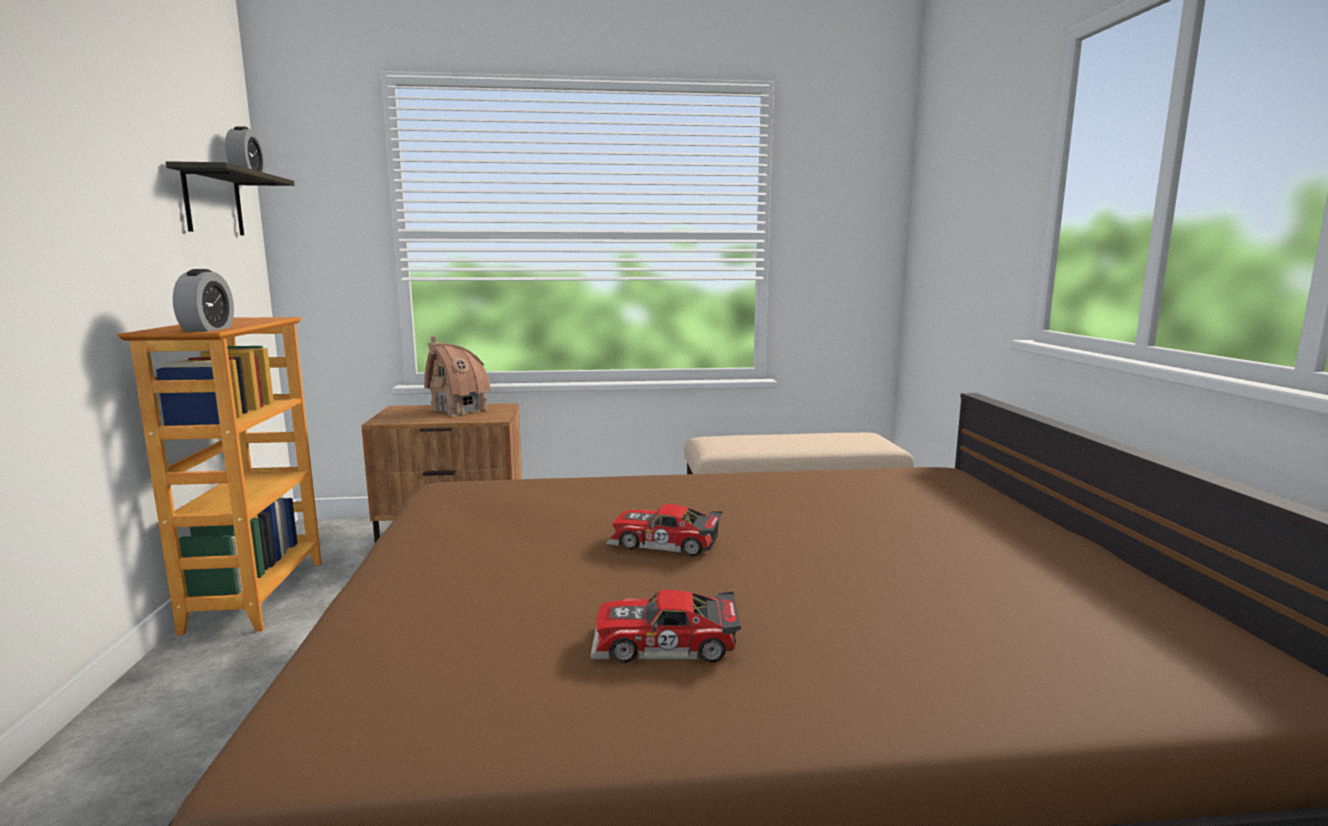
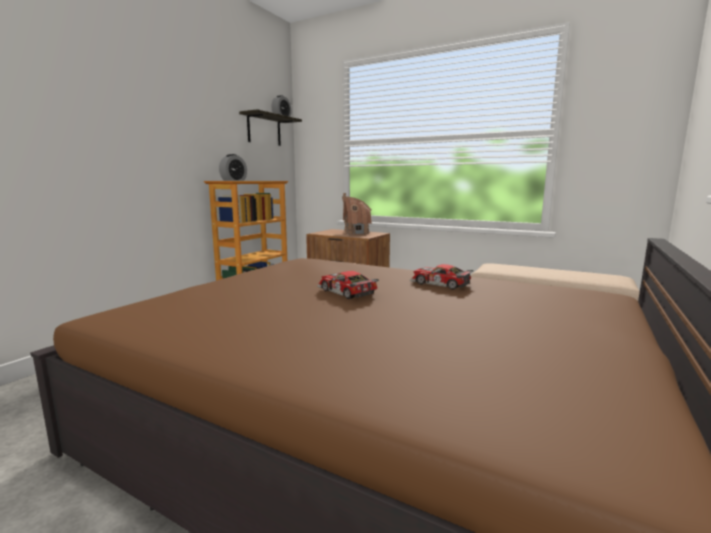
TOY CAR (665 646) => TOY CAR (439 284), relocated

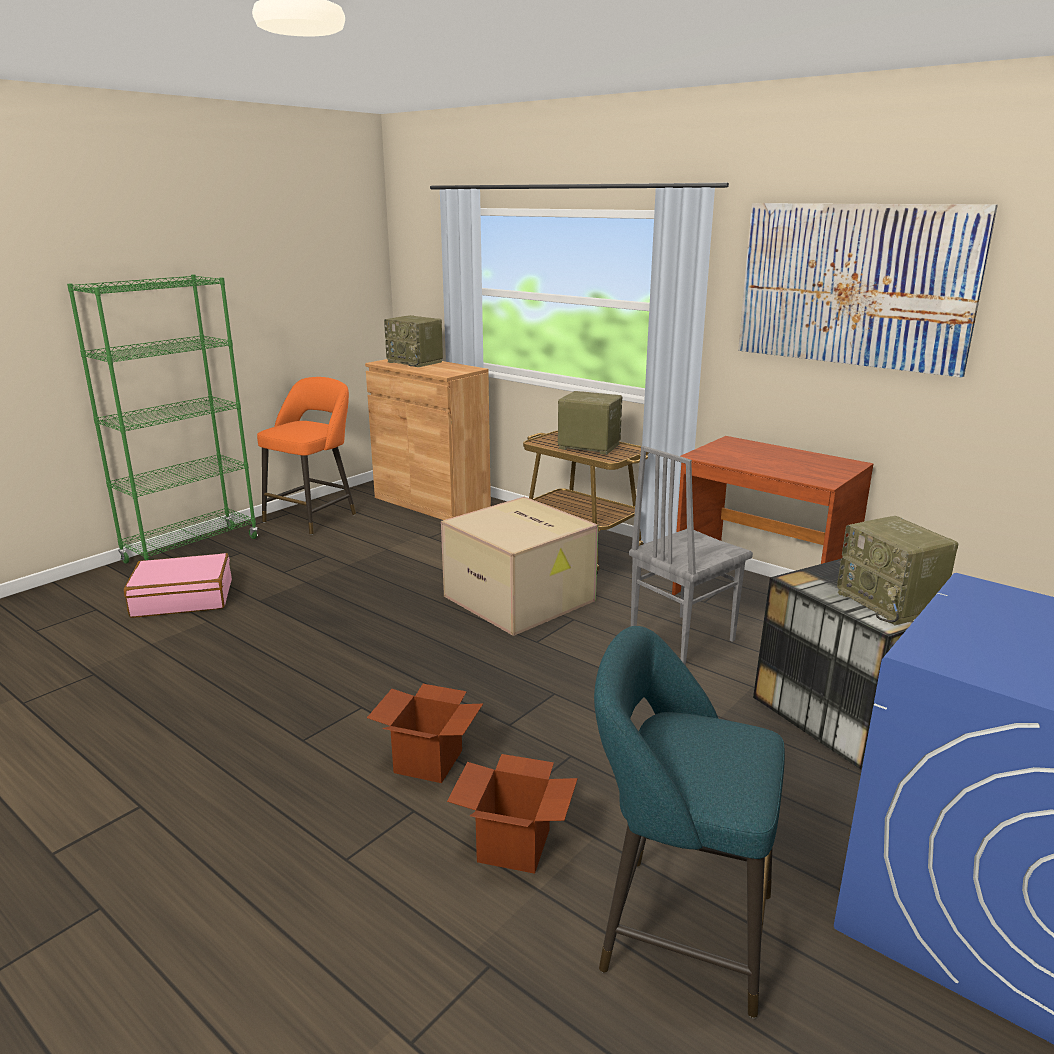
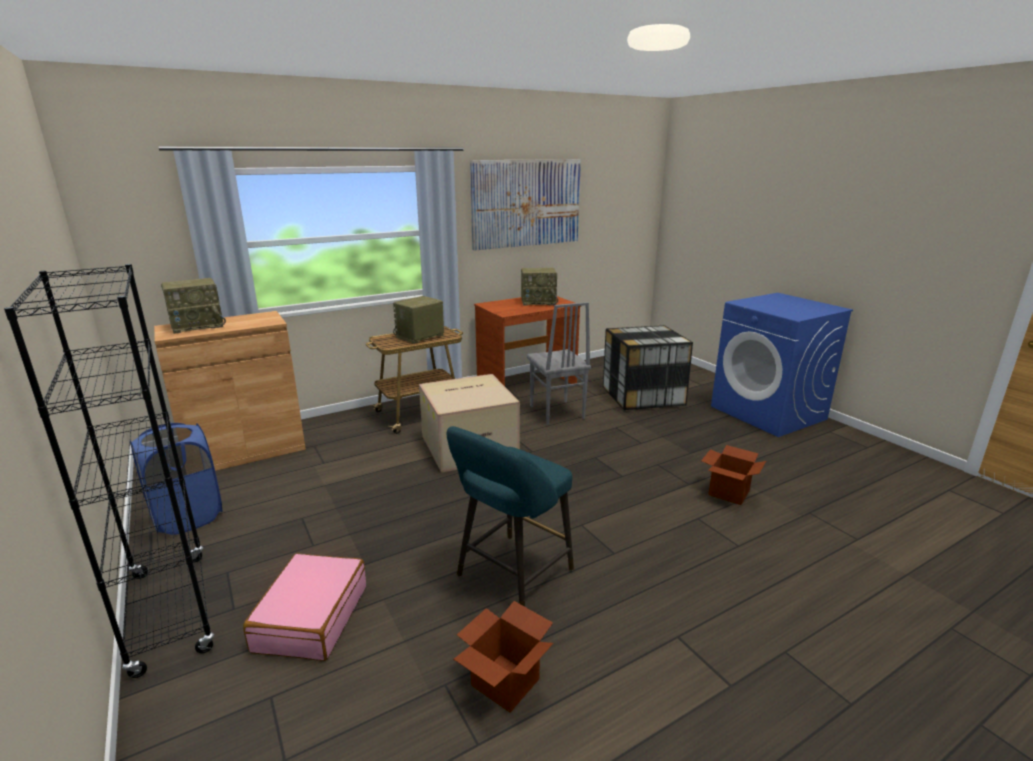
GREEN BOOKCASE (192 550) => BLACK BOOKCASE (170 611)
ORANGE STOOL (313 517) => BLUE LAUNDRY BASKET (187 517)
CARDBOARD BOX (428 762) => CARDBOARD BOX (505 682), relocated
TURQUOISE STOOL (676 929) => TURQUOISE STOOL (511 576), relocated
RADIO (890 603) => RADIO (539 302), relocated

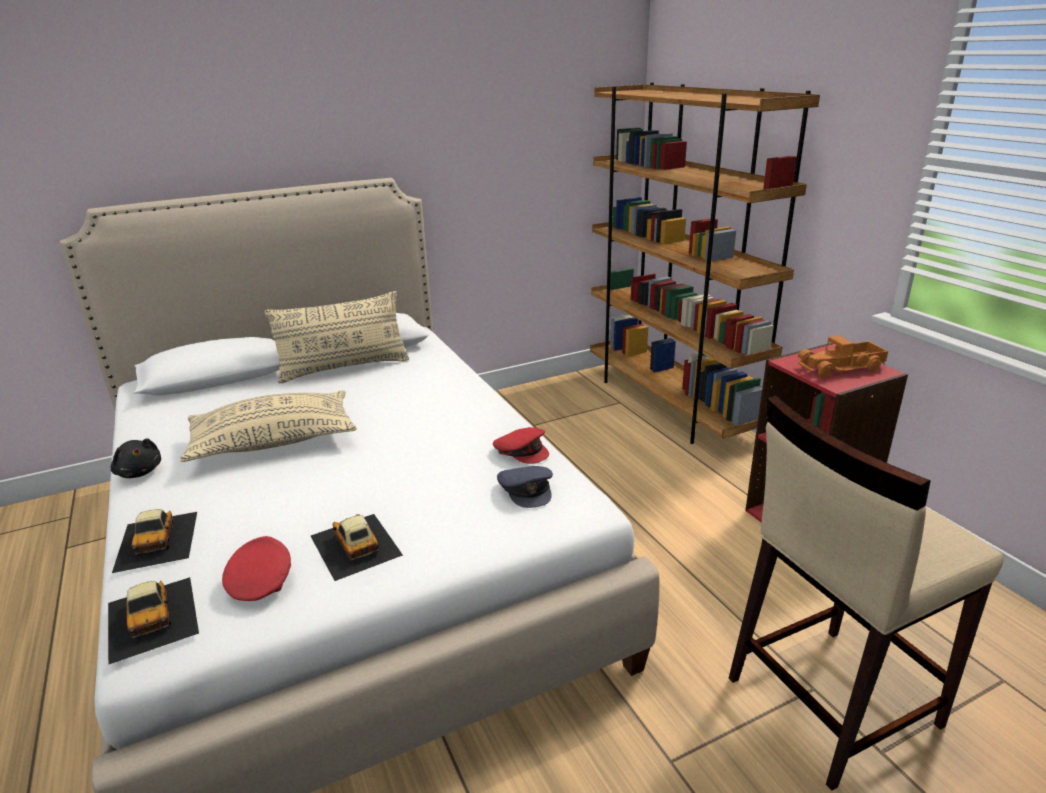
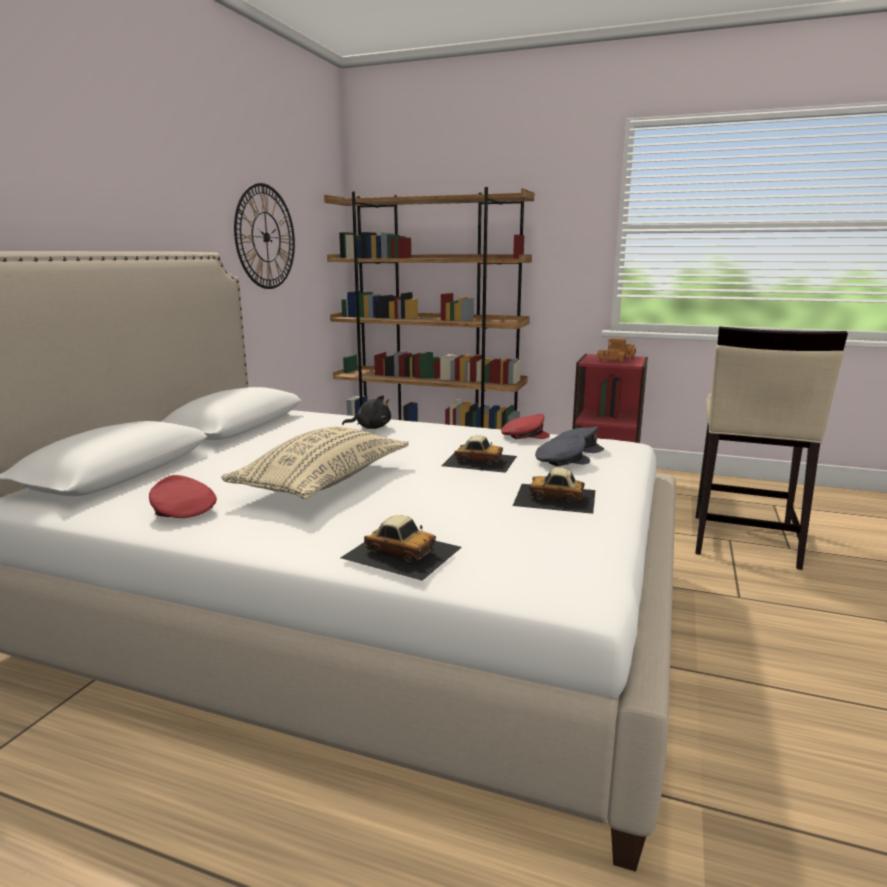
TOY CAR (153 617) => TOY CAR (479 460), relocated
BLACK PLUSH TOY (139 472) => BLACK PLUSH TOY (371 427), relocated
RED CAP (260 581) => RED CAP (183 512), relocated
BEIGE PILLOW (344 368) => nothing
nothing => WALL CLOCK (266 237)
nothing => GREY CAP (561 461)

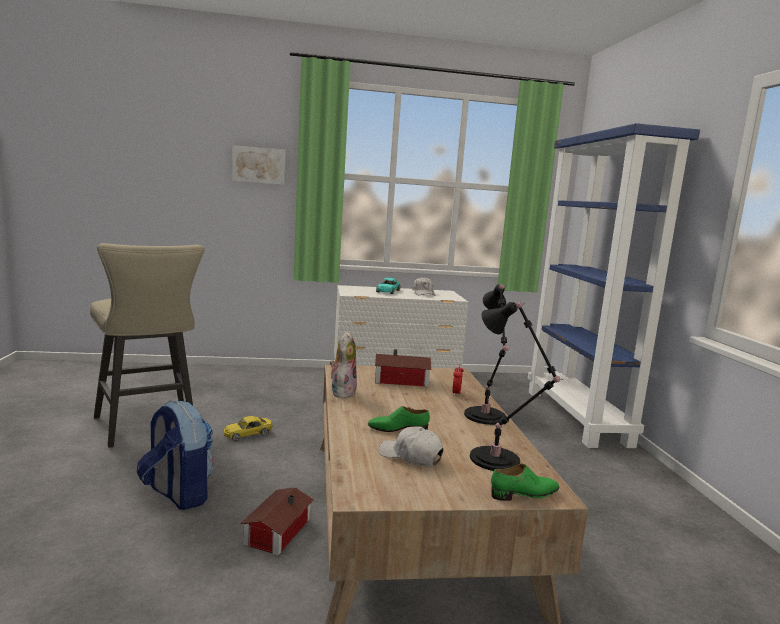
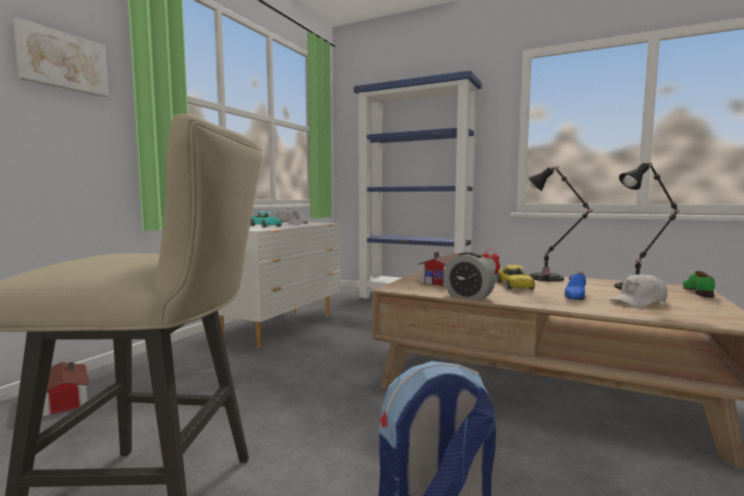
YELLOW TOY CAR (248 434) => YELLOW TOY CAR (514 285), relocated
TOY HOUSE (275 532) => TOY HOUSE (62 400), relocated
PLUSH TOY (342 392) => ALARM CLOCK (468 296)
GREEN SHOE (398 429) => BLUE SHOE (575 296)

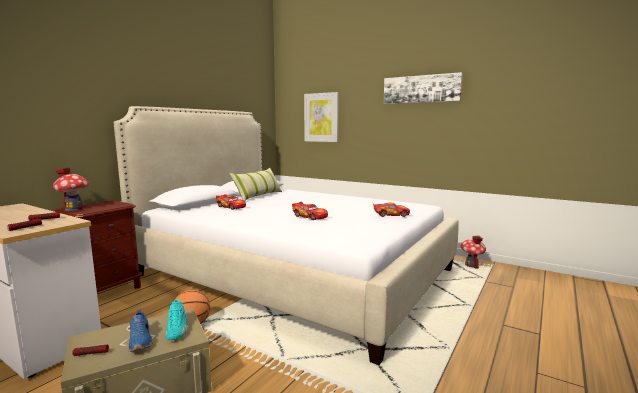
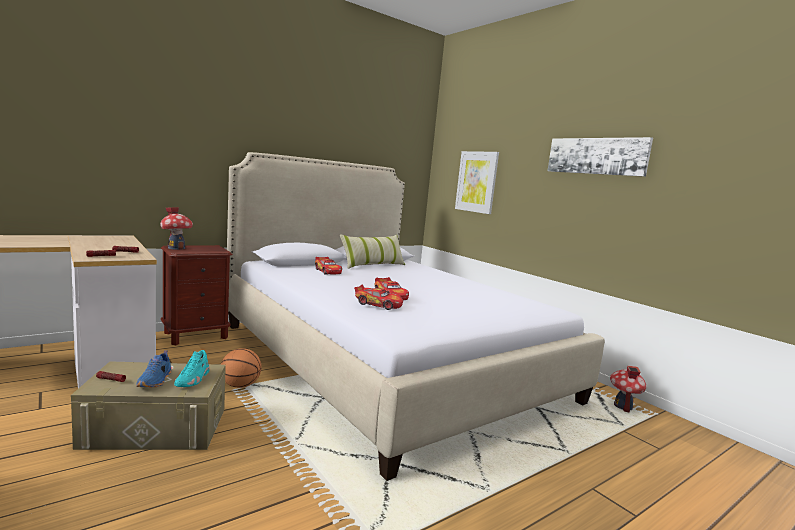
TOY CAR (390 214) => TOY CAR (378 304), relocated

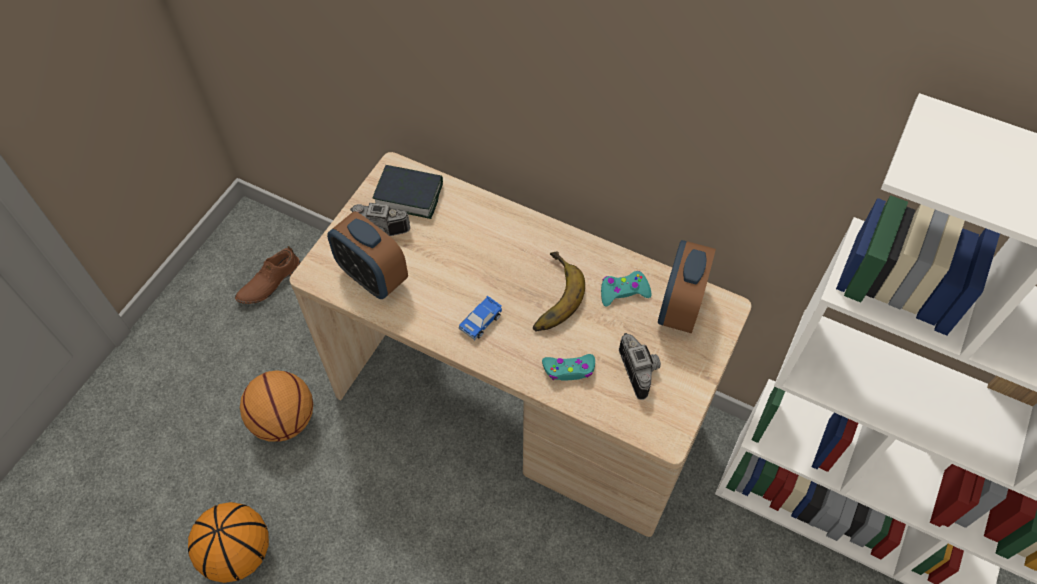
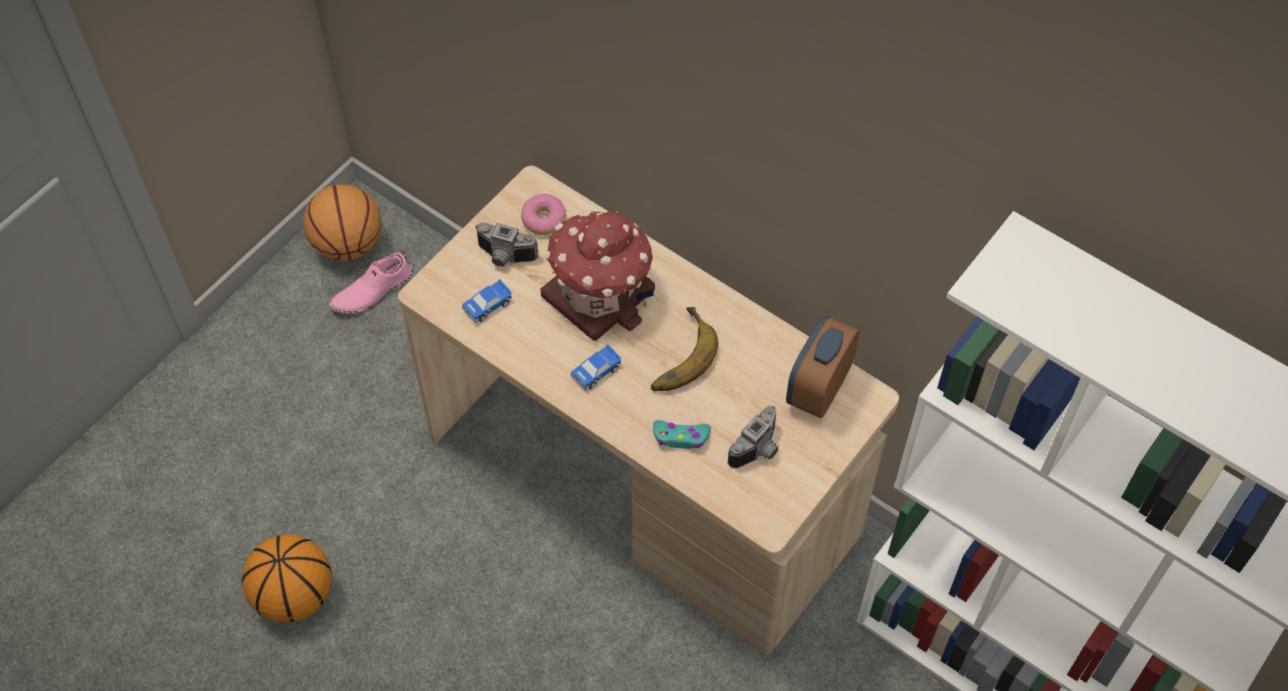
BROWN SHOE (269 282) => PINK SHOE (372 290)
BASKETBALL (285 420) => BASKETBALL (349 245), relocated
ALARM CLOCK (372 277) => TOY CAR (488 305)
BOOK (409 195) => DONUT (543 219)
TURQUOISE GAME CONTROLLER (623 292) => nothing
PHOTO CAMERA (641 370) => PHOTO CAMERA (759 450), 45 degrees clockwise
nothing => TOY HOUSE (600 293)

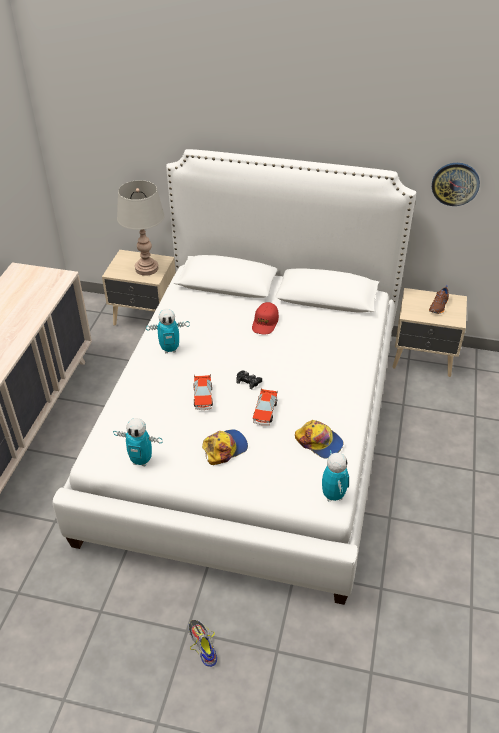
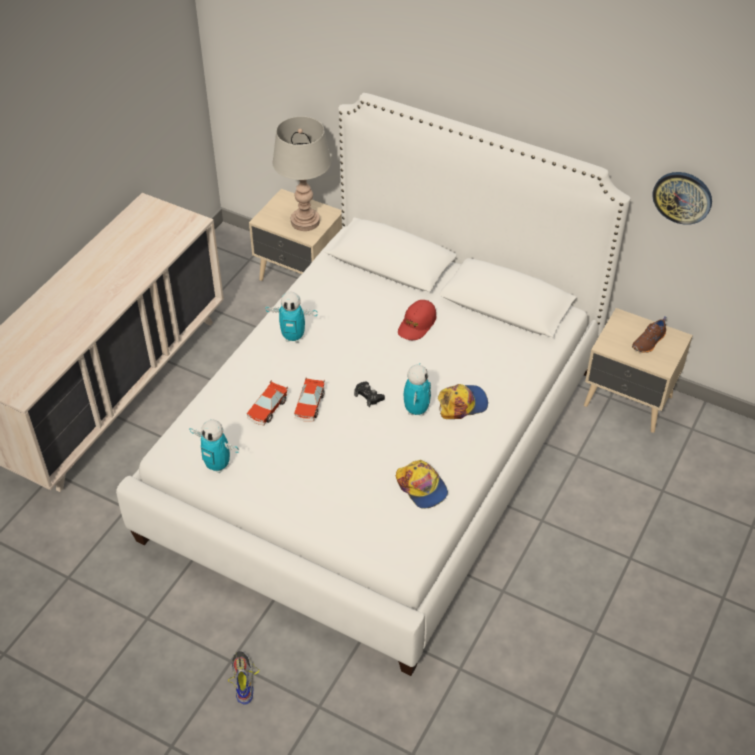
CAP (224 448) => CAP (462 404), relocated
TOY CAR (265 412) => TOY CAR (267 409), relocated
TOY ROBOT (333 495) => TOY ROBOT (416 410), relocated

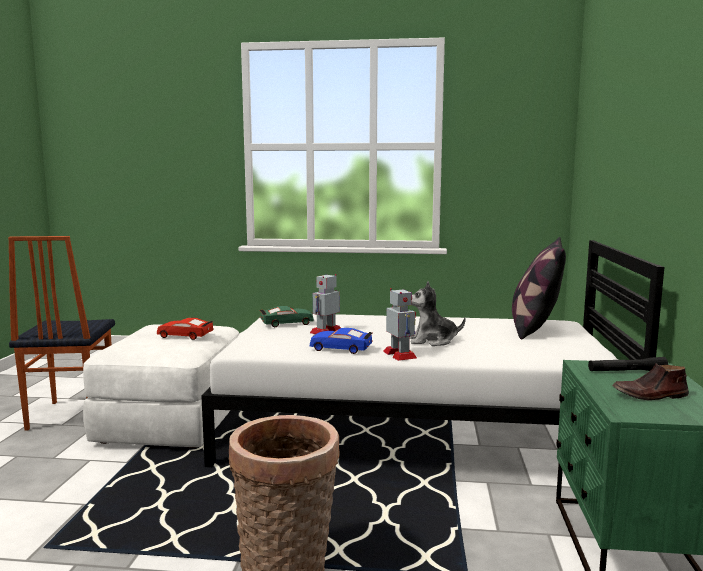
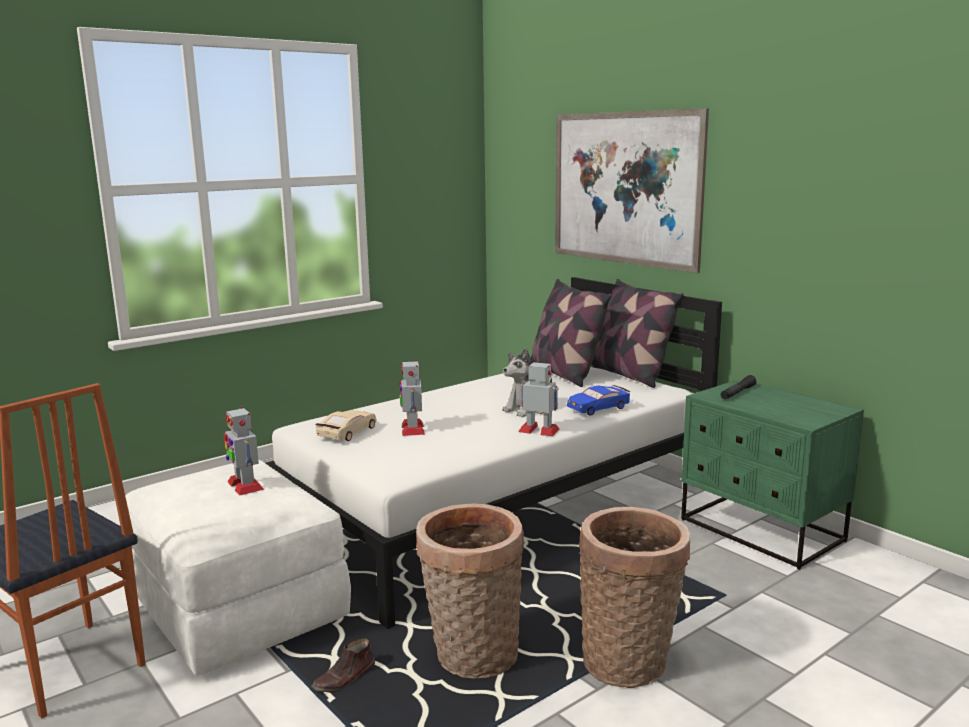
RED TOY CAR (185 335) => TOY ROBOT (245 485)
GREEN TOY CAR (286 323) => BEIGE TOY CAR (347 432)
BLUE TOY CAR (341 348) => BLUE TOY CAR (598 408), relocated
BROWN SHOE (650 395) => BROWN SHOE (345 679), relocated
nothing => BASKET (472 657)
nothing => PICTURE (624 188)
nothing => PILLOW (629 374)

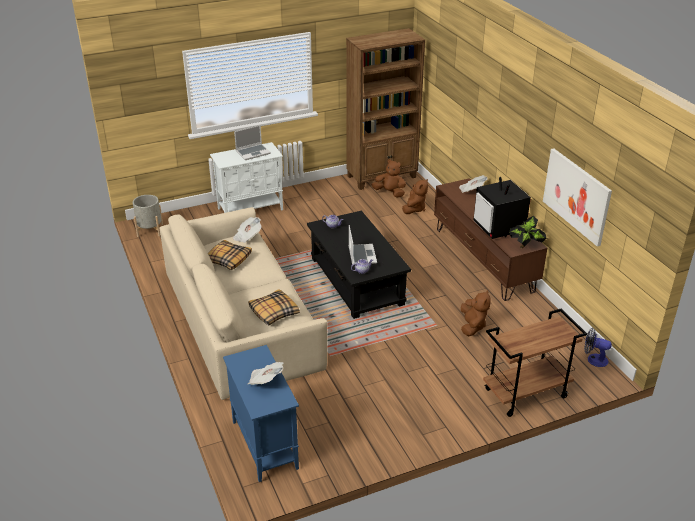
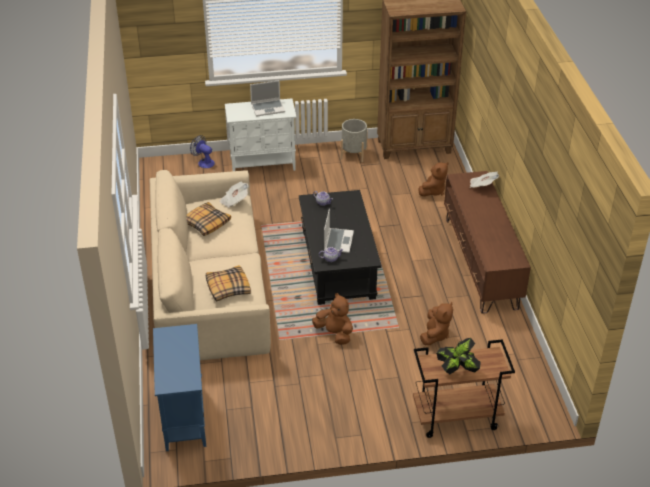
GREY PLANTER (150 230) => GREY PLANTER (353 154), relocated
NEWSPAPER (265 380) => nothing
BROWN PLUSH TOY (390 193) => BROWN PLUSH TOY (334 333), relocated
TELEVISION (499 228) => nothing
POTTED PLANT (525 246) => POTTED PLANT (457 371), relocated
PICTURE (576 196) => nothing
FAN (593 359) => FAN (204 162), relocated

